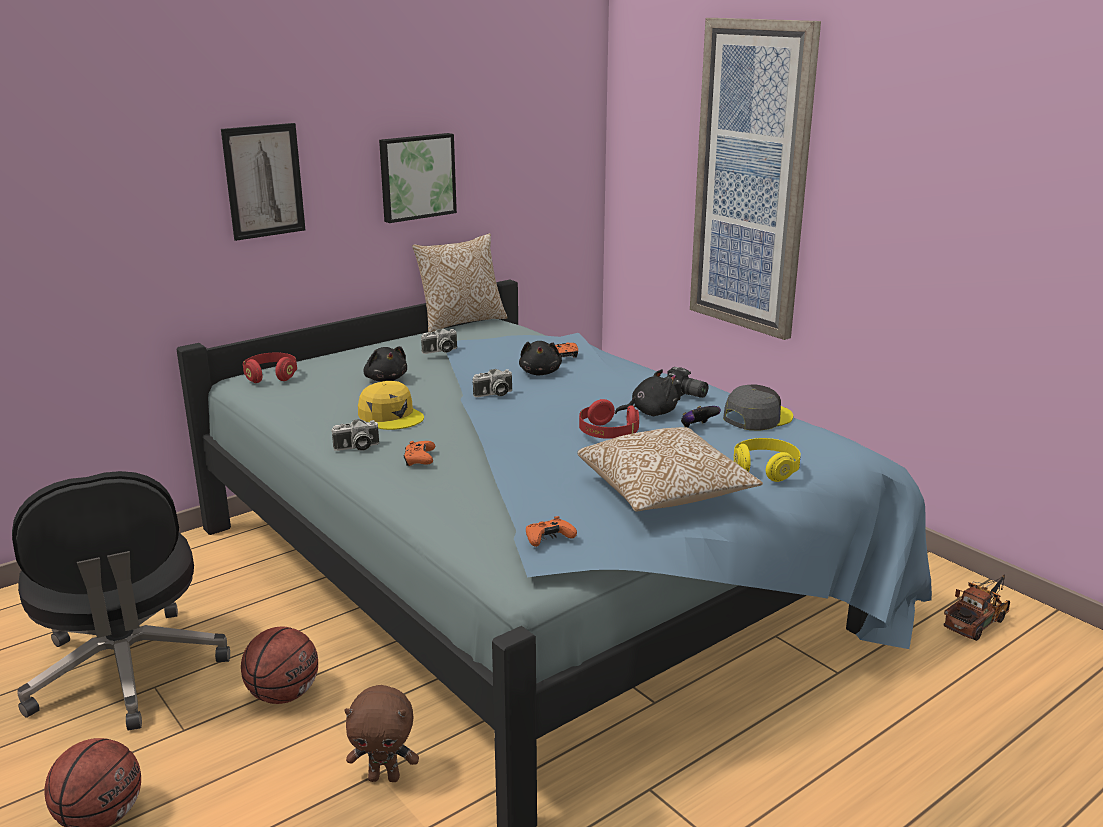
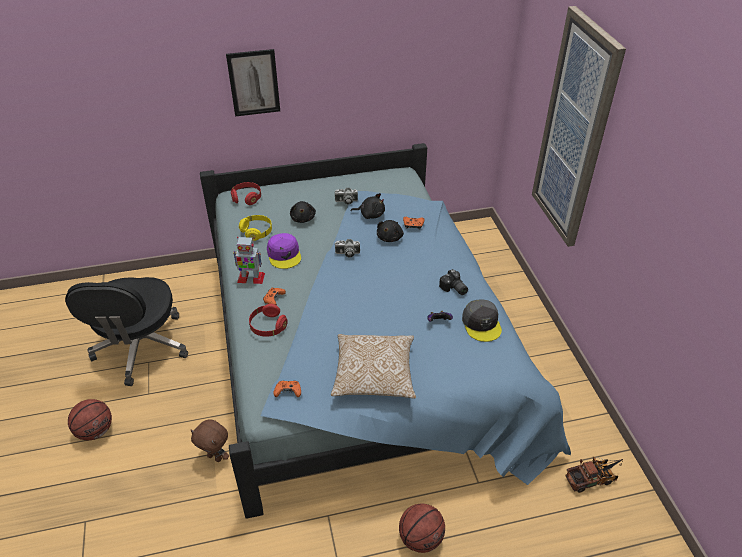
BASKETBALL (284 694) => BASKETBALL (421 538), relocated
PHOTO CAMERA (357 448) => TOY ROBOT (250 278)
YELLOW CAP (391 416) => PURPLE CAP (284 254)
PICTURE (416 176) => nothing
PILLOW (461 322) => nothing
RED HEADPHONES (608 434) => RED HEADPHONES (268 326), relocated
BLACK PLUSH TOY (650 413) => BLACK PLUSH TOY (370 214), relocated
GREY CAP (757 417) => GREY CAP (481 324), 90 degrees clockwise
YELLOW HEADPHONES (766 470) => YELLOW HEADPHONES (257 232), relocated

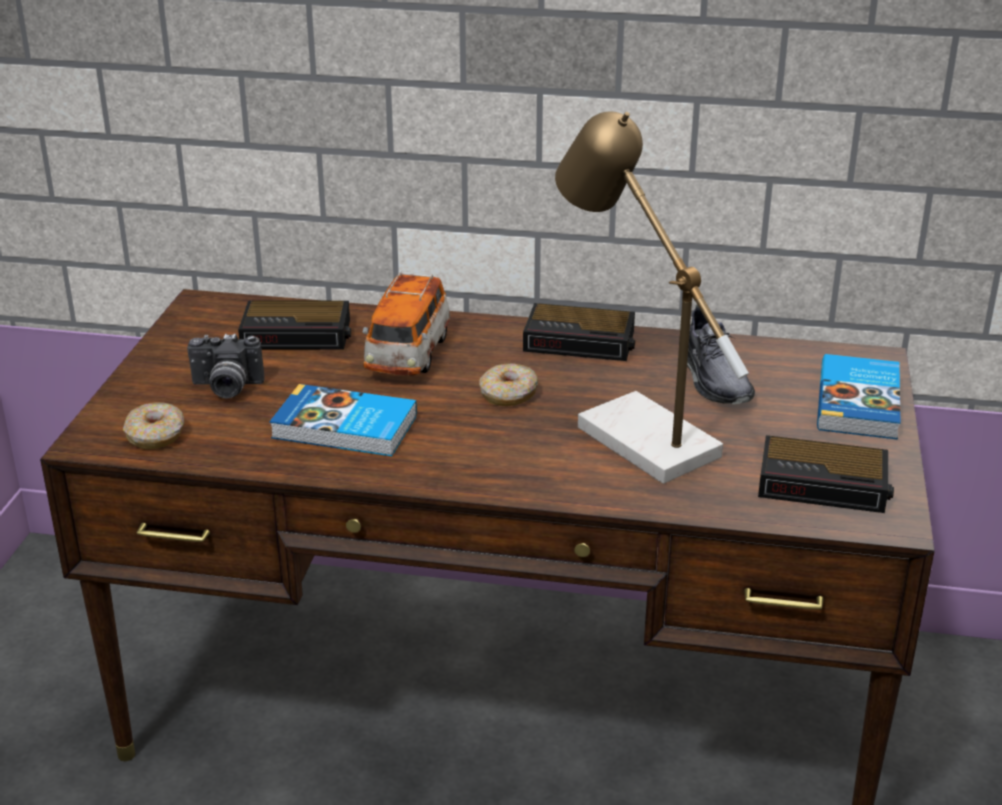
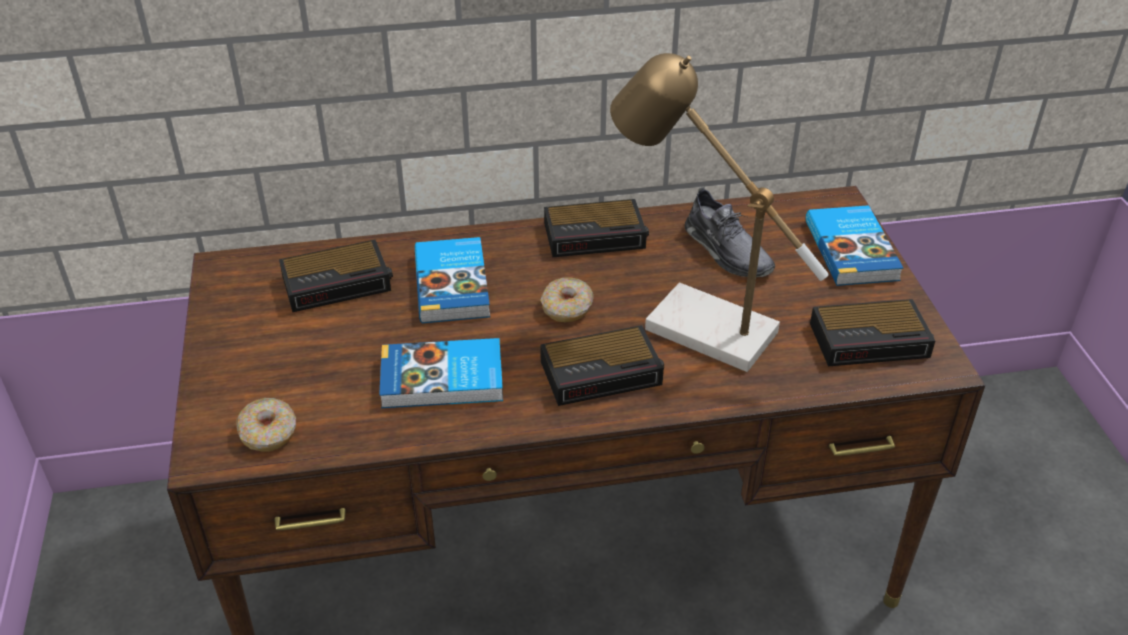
PHOTO CAMERA (226 388) => nothing
TOY CAR (408 355) => BOOK (454 284)
nothing => ALARM CLOCK (603 372)

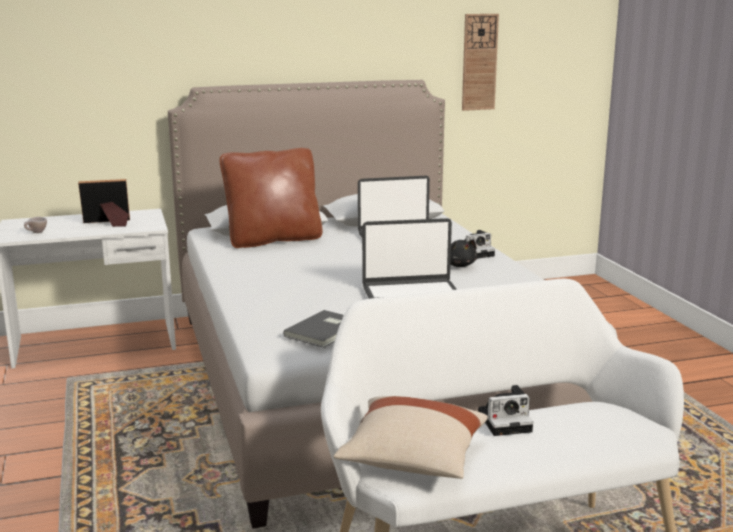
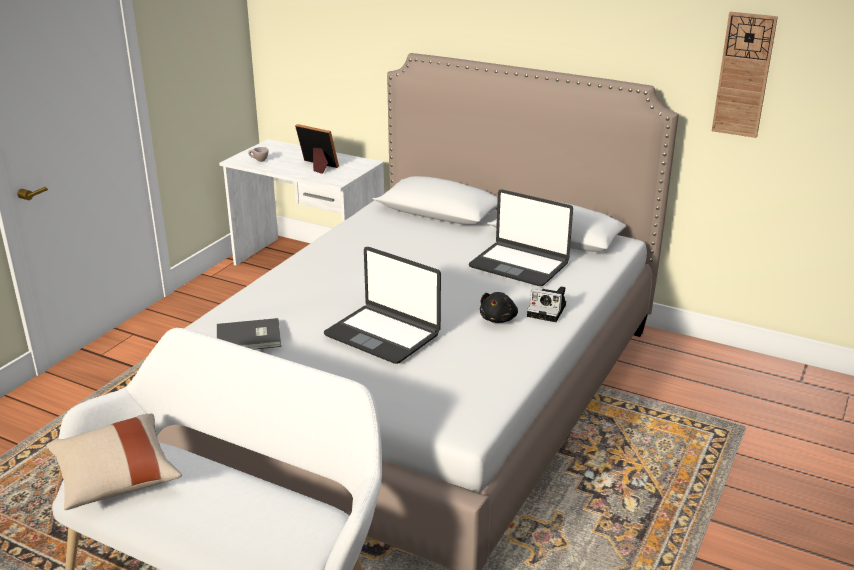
BROWN PILLOW (273 240) => nothing
PHOTO CAMERA (506 421) => nothing

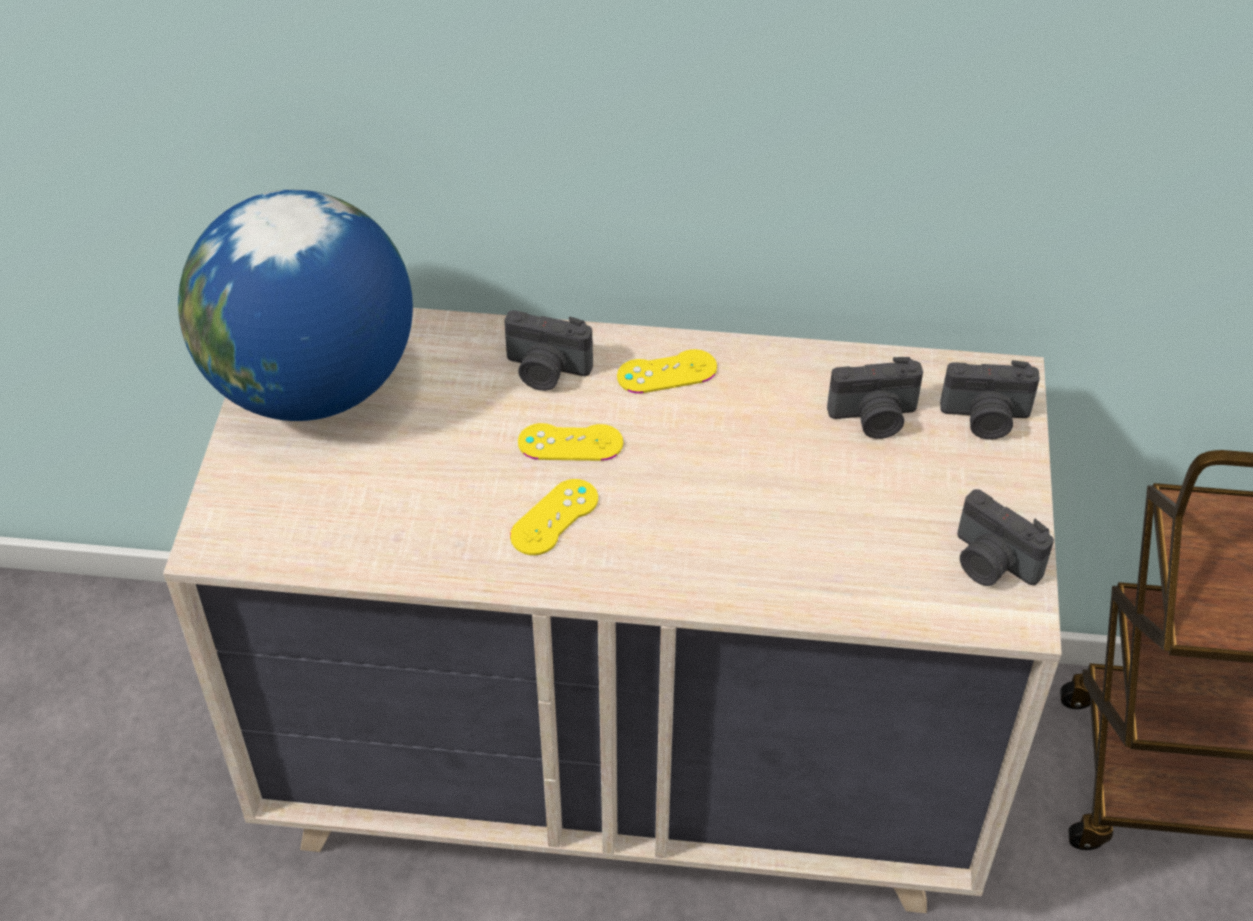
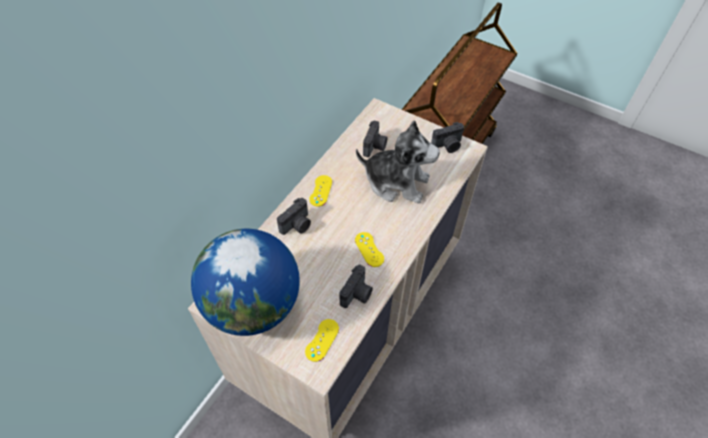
YELLOW GAME CONTROLLER (570 443) => YELLOW GAME CONTROLLER (322 340), relocated
PHOTO CAMERA (985 419) => PHOTO CAMERA (357 294), relocated
nothing => PLUSH TOY (396 182)

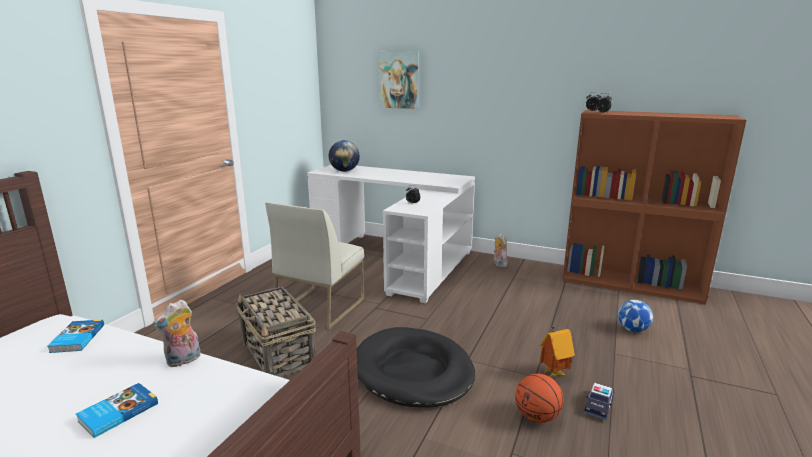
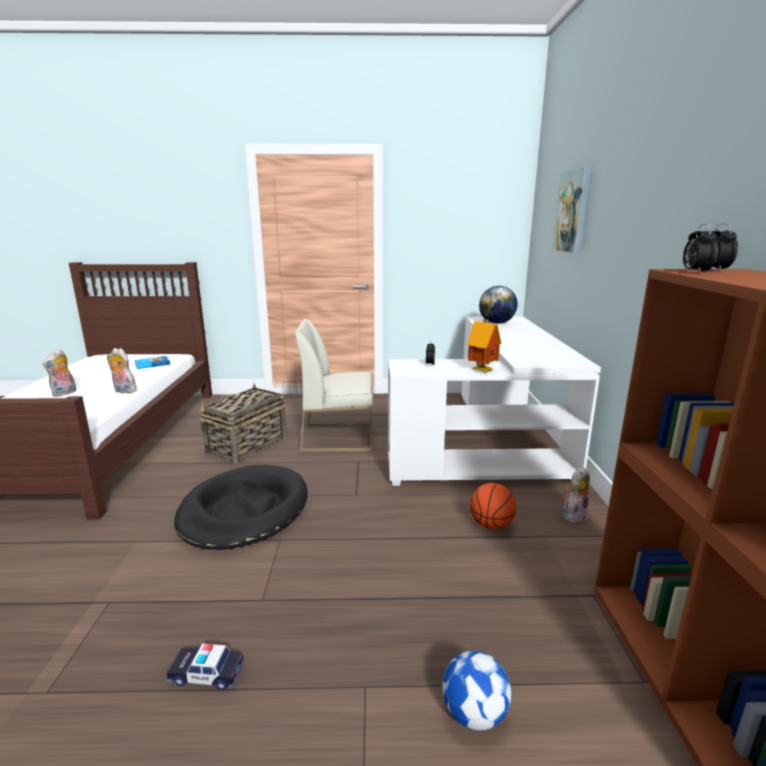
BOOK (117 412) => PLUSH TOY (64 393)
BASKETBALL (537 416) => BASKETBALL (491 525), relocated
TOY HOUSE (553 373) => TOY HOUSE (482 370), relocated

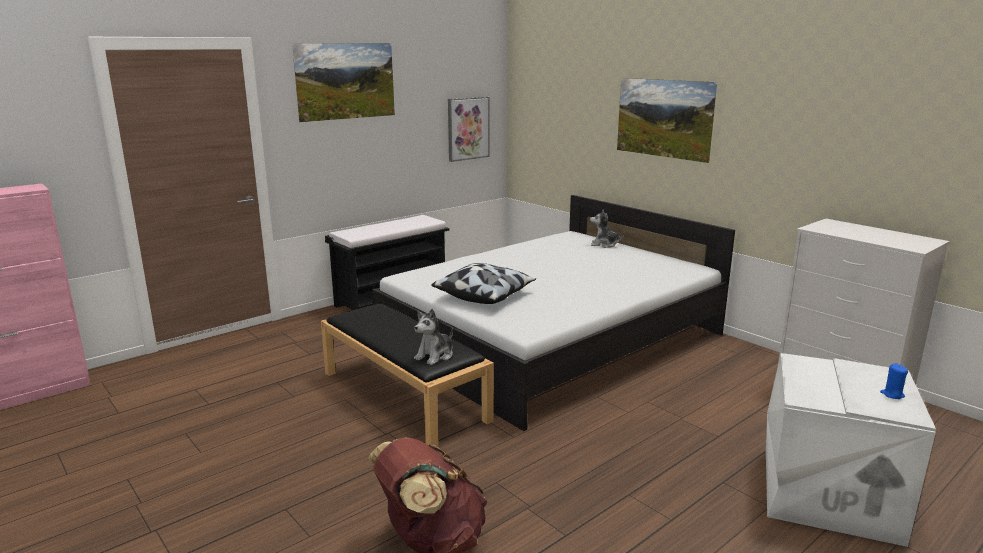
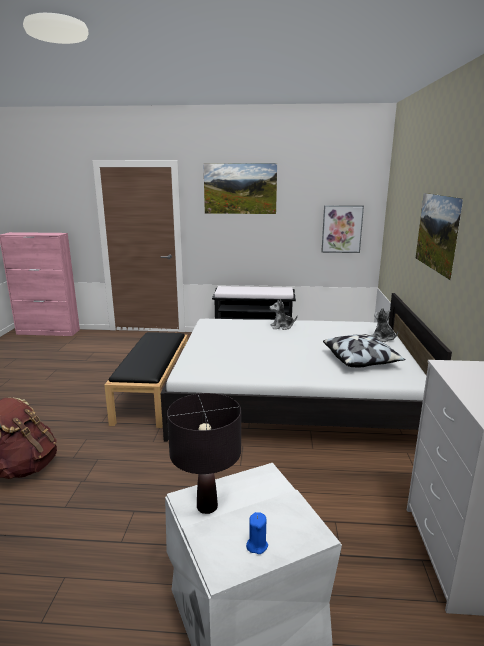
PLUSH TOY (435 356) => PLUSH TOY (282 327), relocated
PILLOW (484 295) => PILLOW (361 360), relocated
nothing => BLACK TABLE LAMP (207 506)

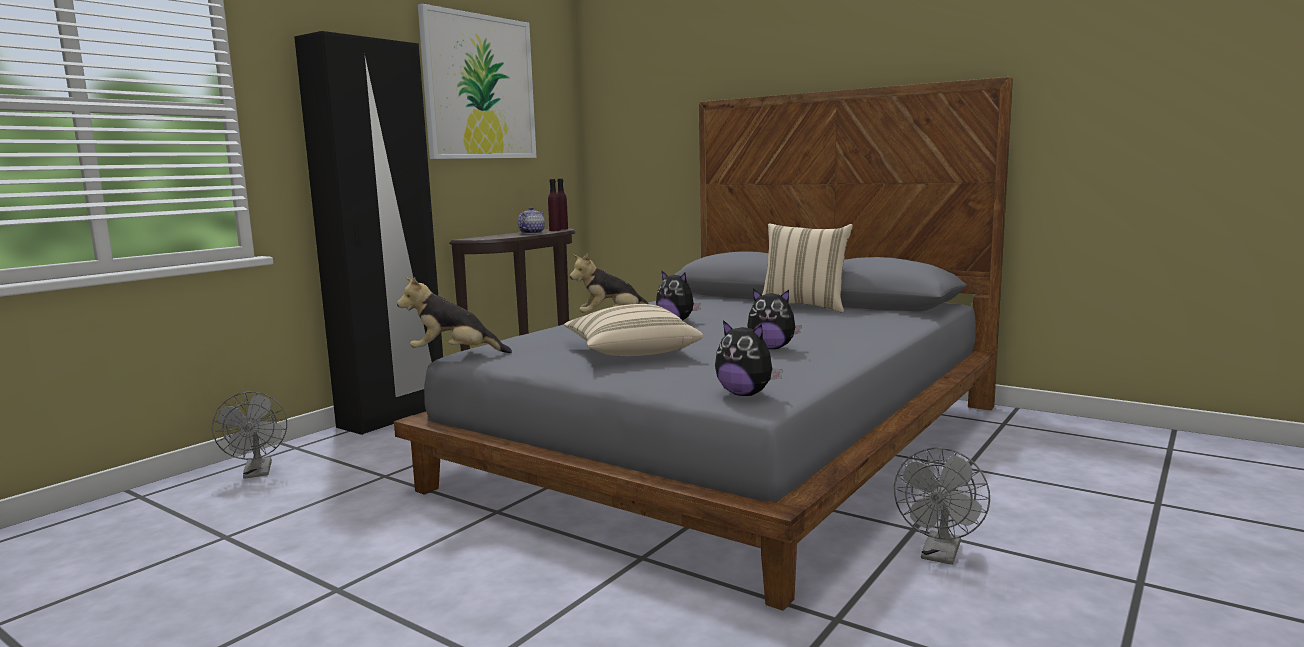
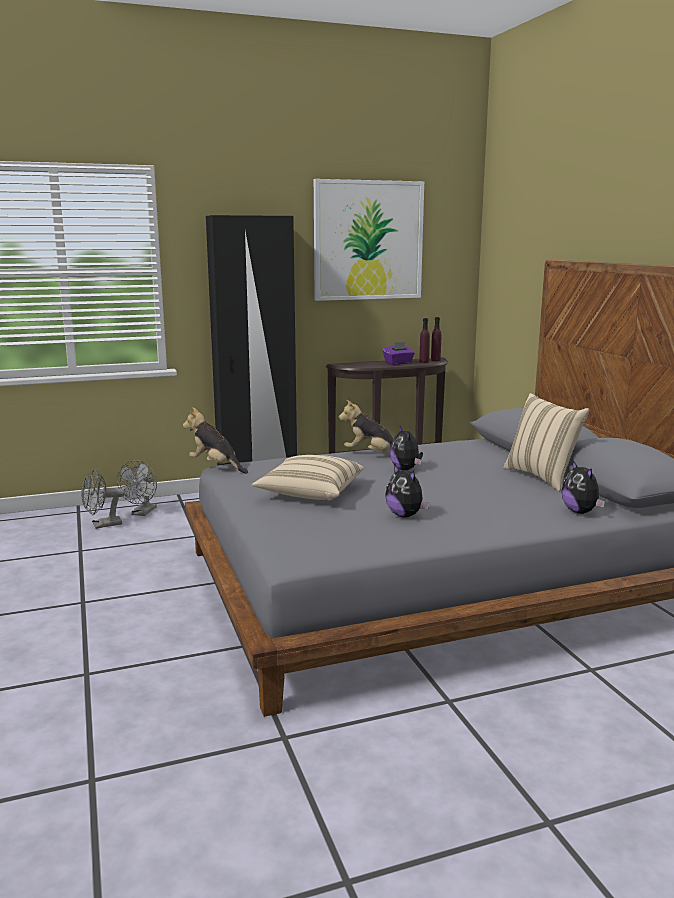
TEAPOT (532 233) => PURPLE TISSUE BOX (398 363)
PLUSH TOY (745 394) => PLUSH TOY (580 512), relocated
GREY FAN (940 555) => GREY FAN (102 525), relocated

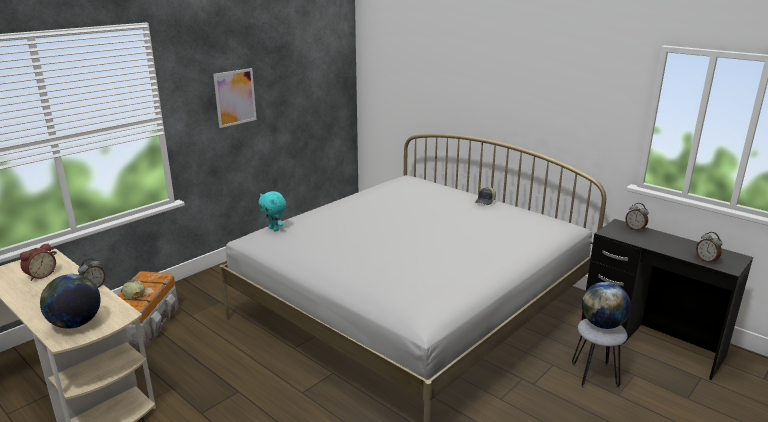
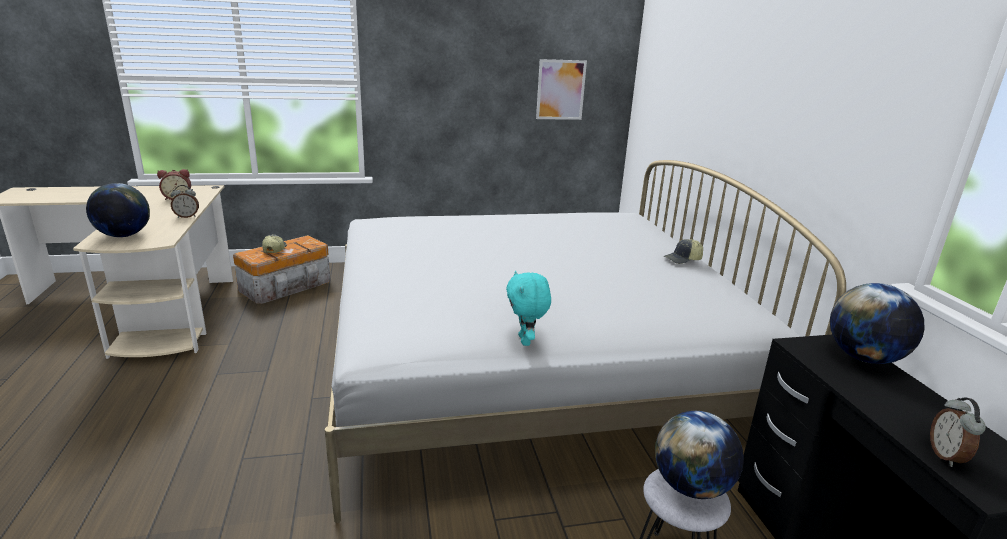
PICTURE (235 97) => PICTURE (560 90), relocated
TURQUOISE PLUSH TOY (274 229) => TURQUOISE PLUSH TOY (526 341), relocated
ALARM CLOCK (635 228) => GLOBE (864 358)

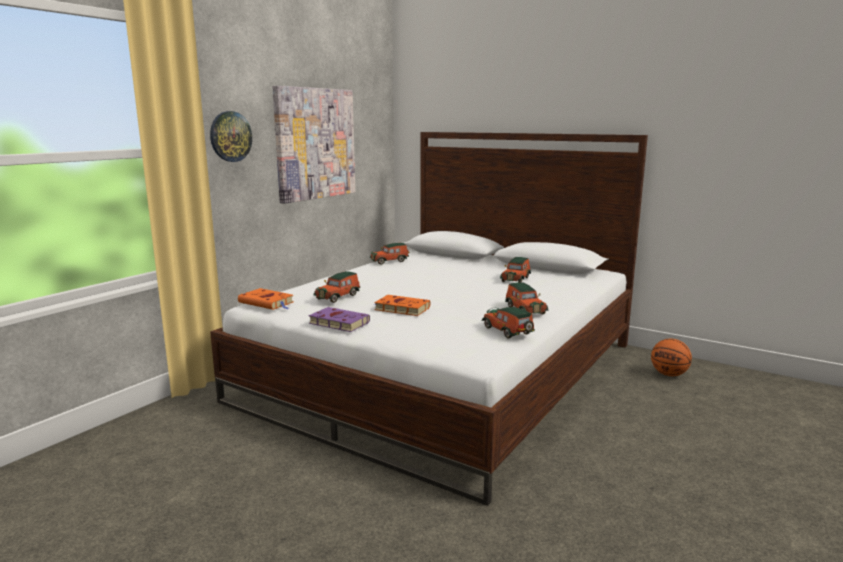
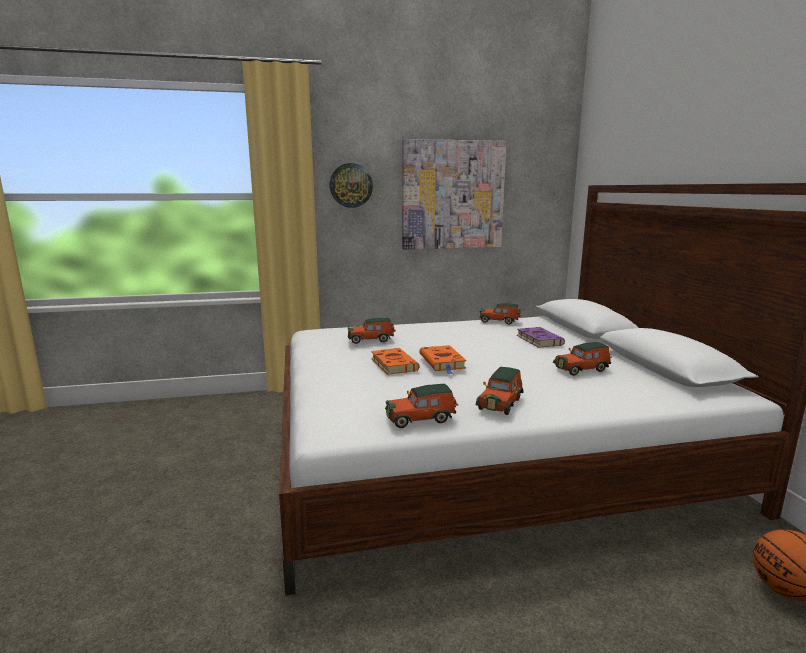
ORANGE BOOK (267 303) => ORANGE BOOK (443 362), relocated
PURPLE BOOK (337 323) => PURPLE BOOK (538 340), relocated
TOY CAR (508 332) => TOY CAR (421 418), 120 degrees counterclockwise

